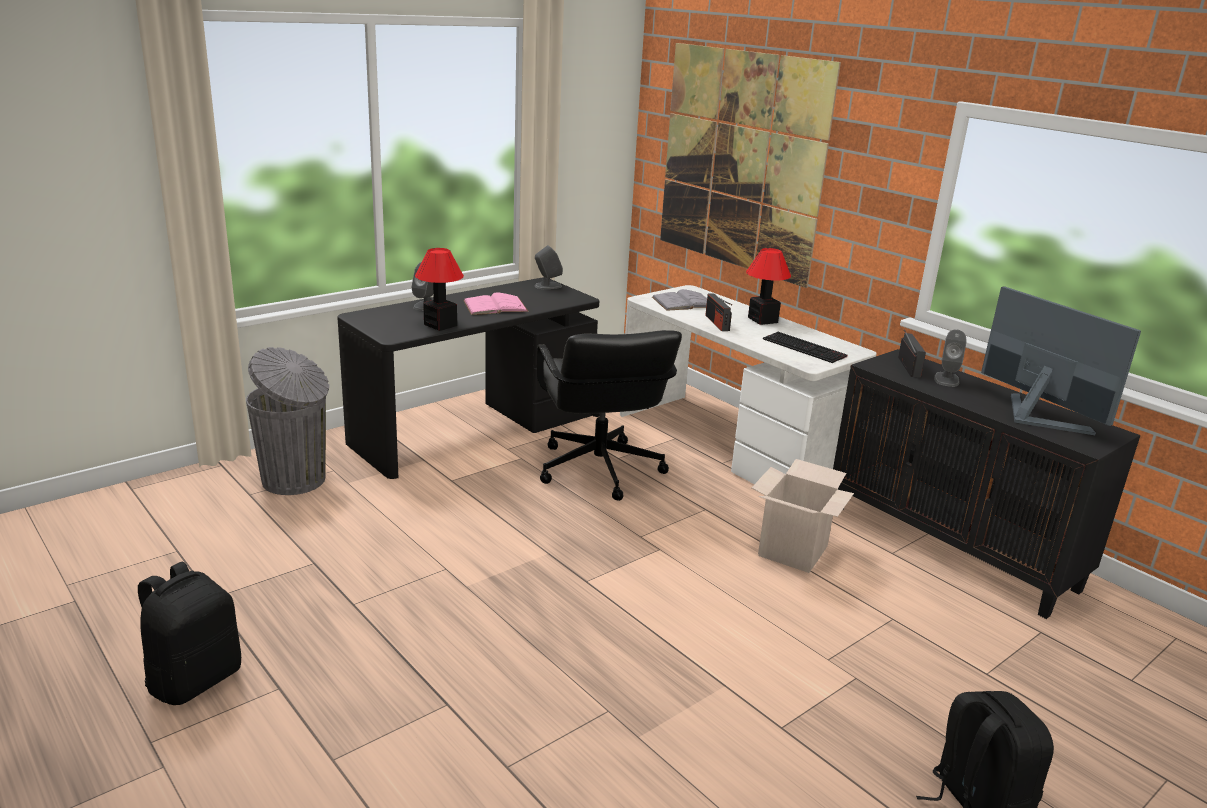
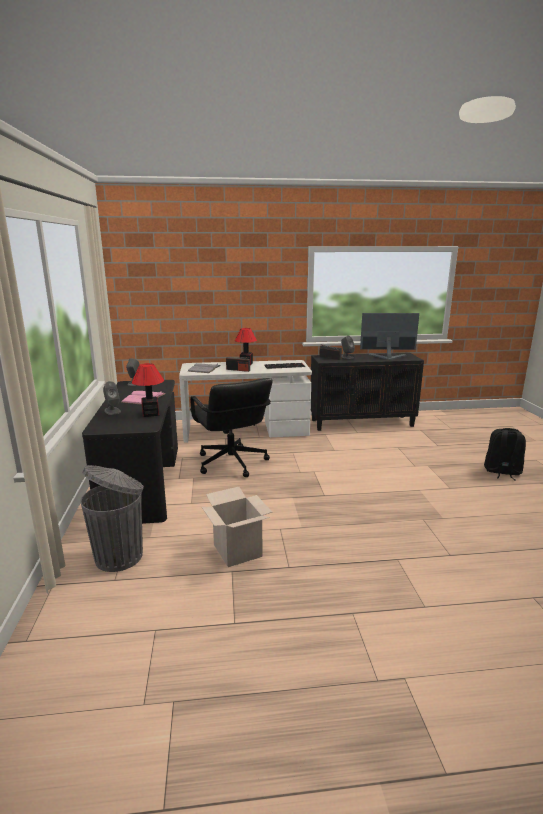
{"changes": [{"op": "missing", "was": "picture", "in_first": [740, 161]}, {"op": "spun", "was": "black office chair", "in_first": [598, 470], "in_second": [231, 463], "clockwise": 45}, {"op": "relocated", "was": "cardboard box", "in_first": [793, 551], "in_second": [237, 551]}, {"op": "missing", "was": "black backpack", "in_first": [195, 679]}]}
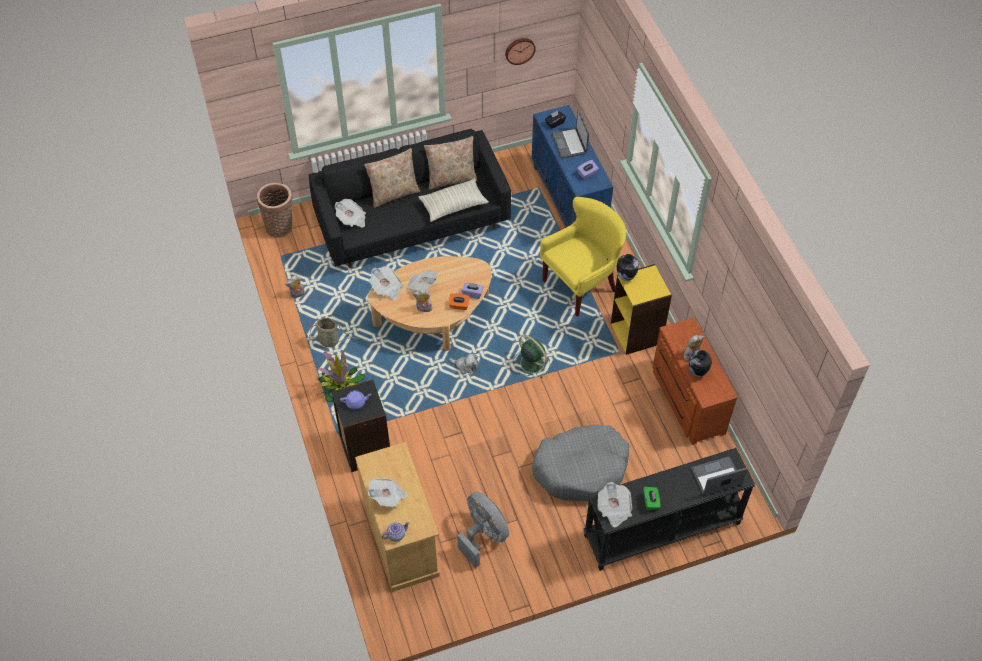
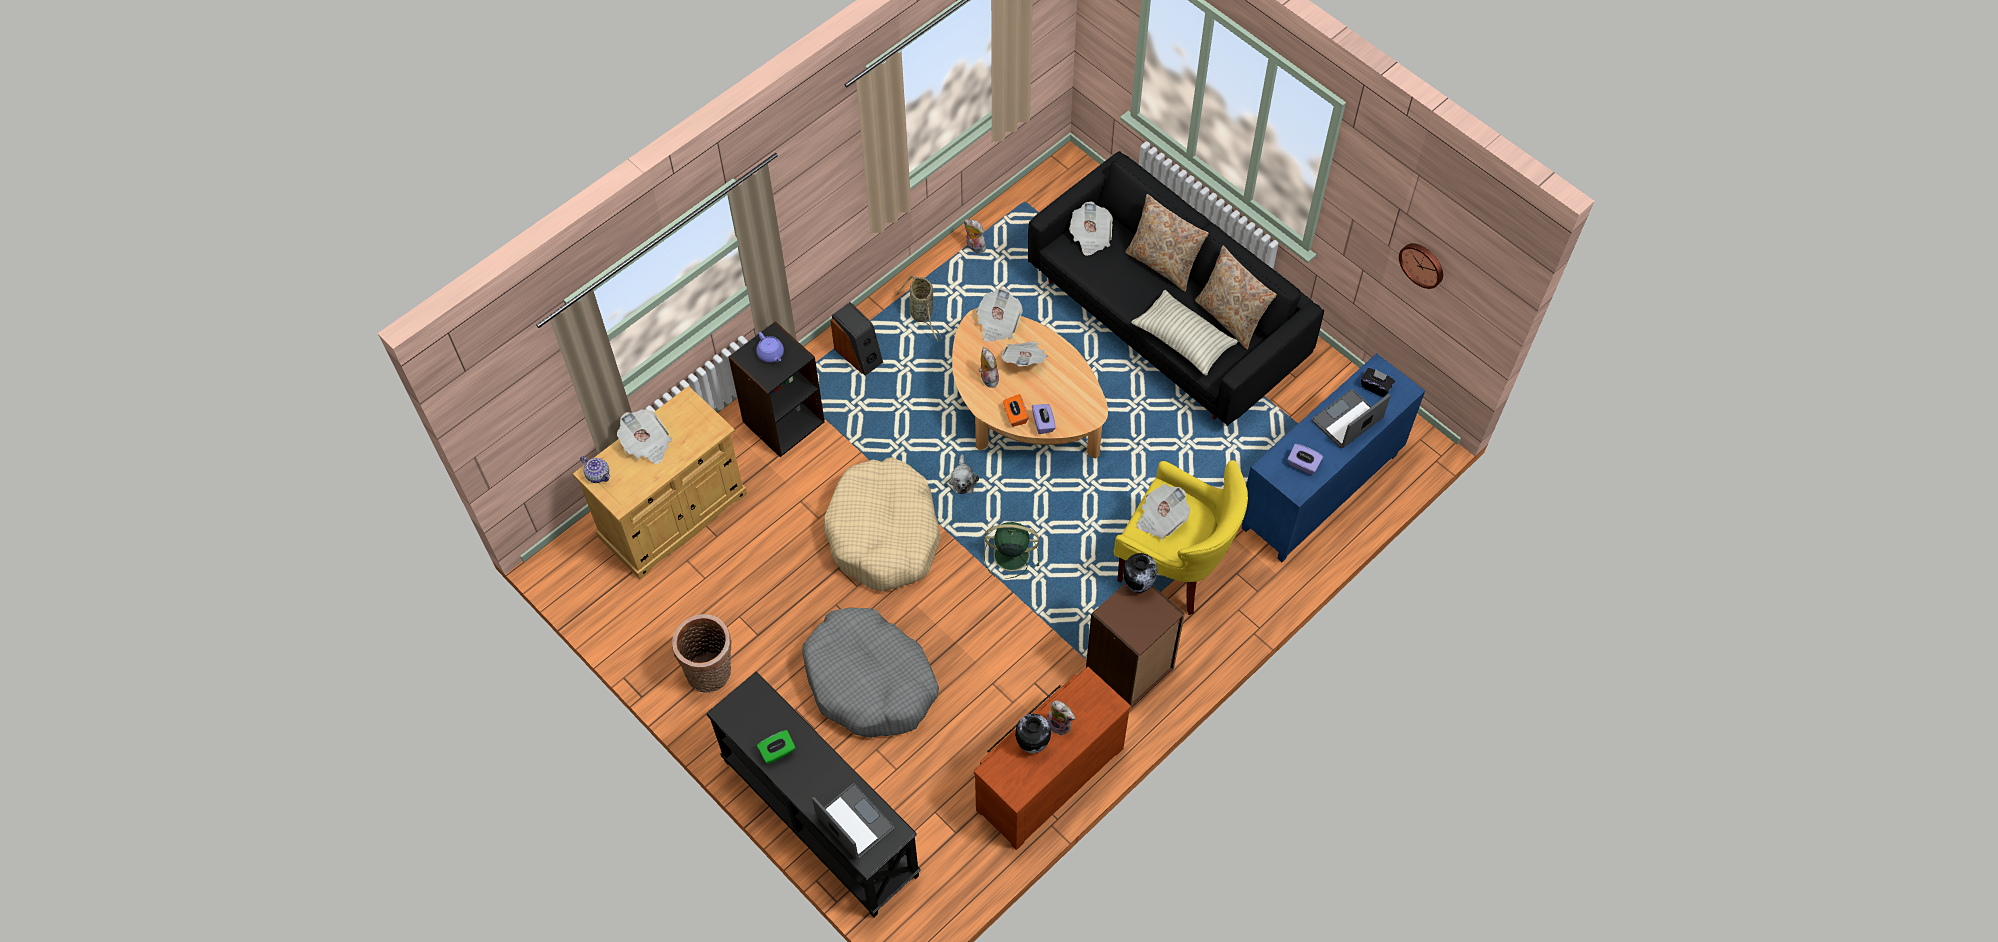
{"changes": [{"op": "relocated", "was": "basket", "in_first": [280, 226], "in_second": [711, 673]}, {"op": "colour", "was": "yellow bookcase", "now": "brown bookcase", "in_first": [637, 333], "in_second": [1130, 669]}, {"op": "spun", "was": "green fan", "in_first": [531, 362], "in_second": [1009, 555], "clockwise": -105}, {"op": "exchanged", "was": "potted plant", "now": "speaker", "in_first": [339, 387], "in_second": [859, 355]}, {"op": "relocated", "was": "newspaper", "in_first": [614, 509], "in_second": [1161, 518]}, {"op": "missing", "was": "grey fan", "in_first": [483, 535]}, {"op": "appeared", "now": "beige dog bed", "in_second": [884, 534]}]}
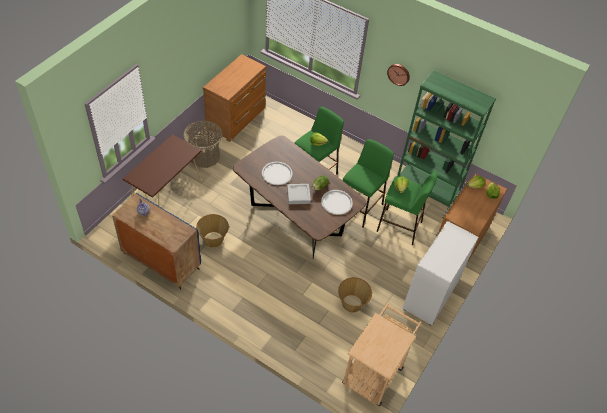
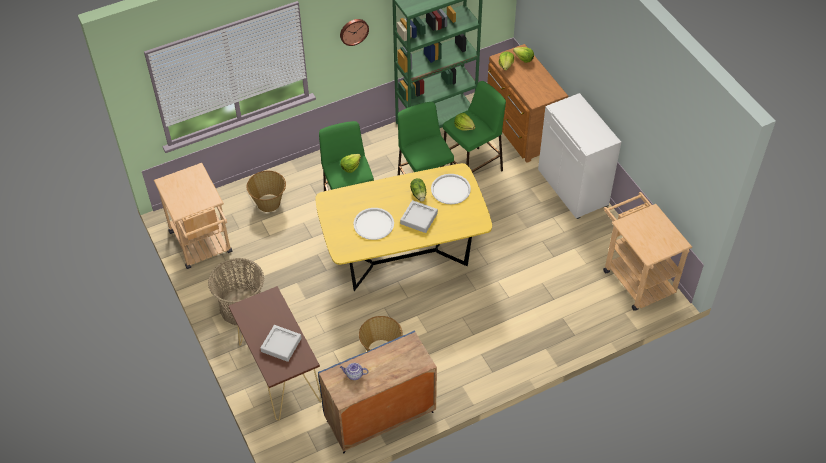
{"changes": [{"op": "exchanged", "was": "brown dresser", "now": "beige cart", "in_first": [237, 119], "in_second": [203, 246]}, {"op": "colour", "was": "brown dining table", "now": "yellow dining table", "in_first": [296, 220], "in_second": [404, 257]}, {"op": "relocated", "was": "basket", "in_first": [352, 304], "in_second": [269, 203]}, {"op": "appeared", "now": "grey tray", "in_second": [281, 345]}]}
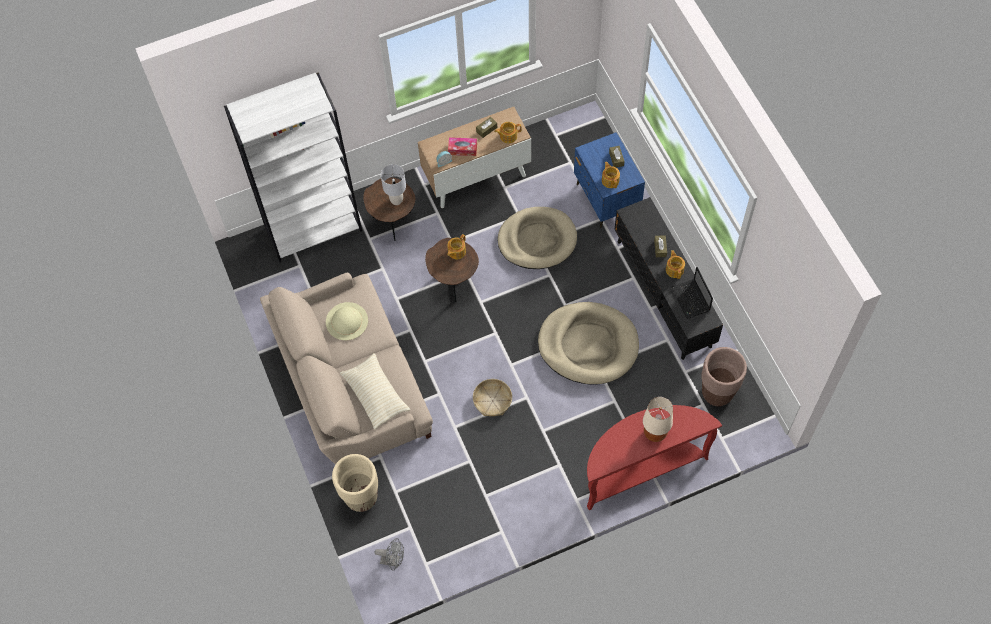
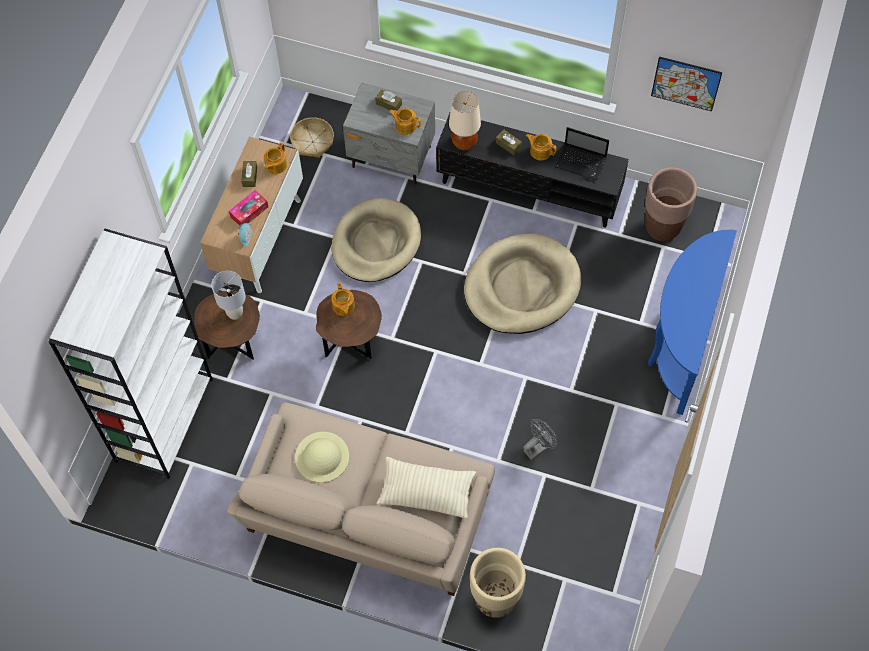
{"changes": [{"op": "colour", "was": "blue nightstand", "now": "grey nightstand", "in_first": [606, 199], "in_second": [392, 157]}, {"op": "relocated", "was": "basket", "in_first": [492, 401], "in_second": [313, 142]}, {"op": "relocated", "was": "beige table lamp", "in_first": [655, 433], "in_second": [464, 143]}, {"op": "colour", "was": "red console table", "now": "blue console table", "in_first": [640, 469], "in_second": [679, 342]}, {"op": "relocated", "was": "grey fan", "in_first": [393, 560], "in_second": [538, 447]}, {"op": "appeared", "now": "picture", "in_second": [686, 83]}]}
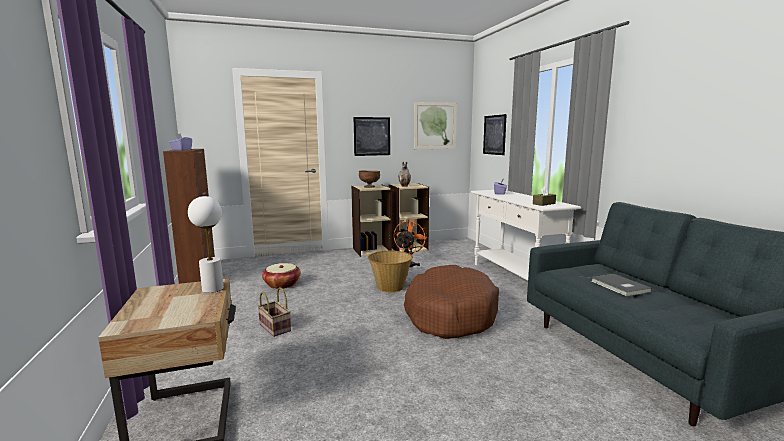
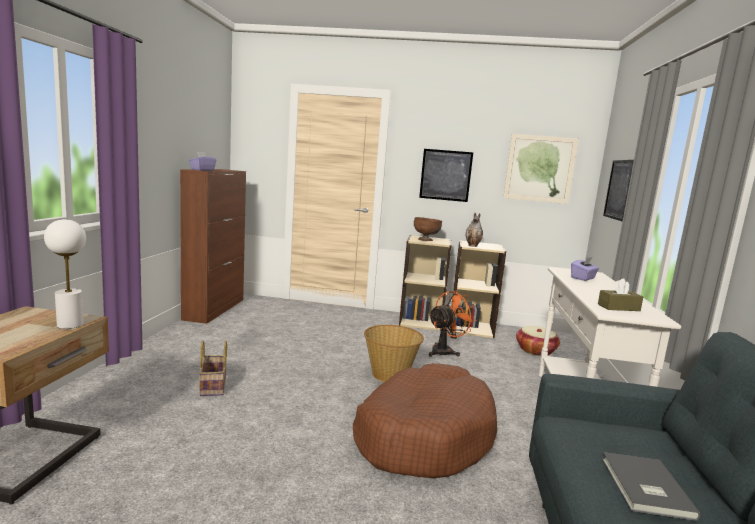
{"changes": [{"op": "relocated", "was": "basket", "in_first": [282, 284], "in_second": [535, 350]}]}
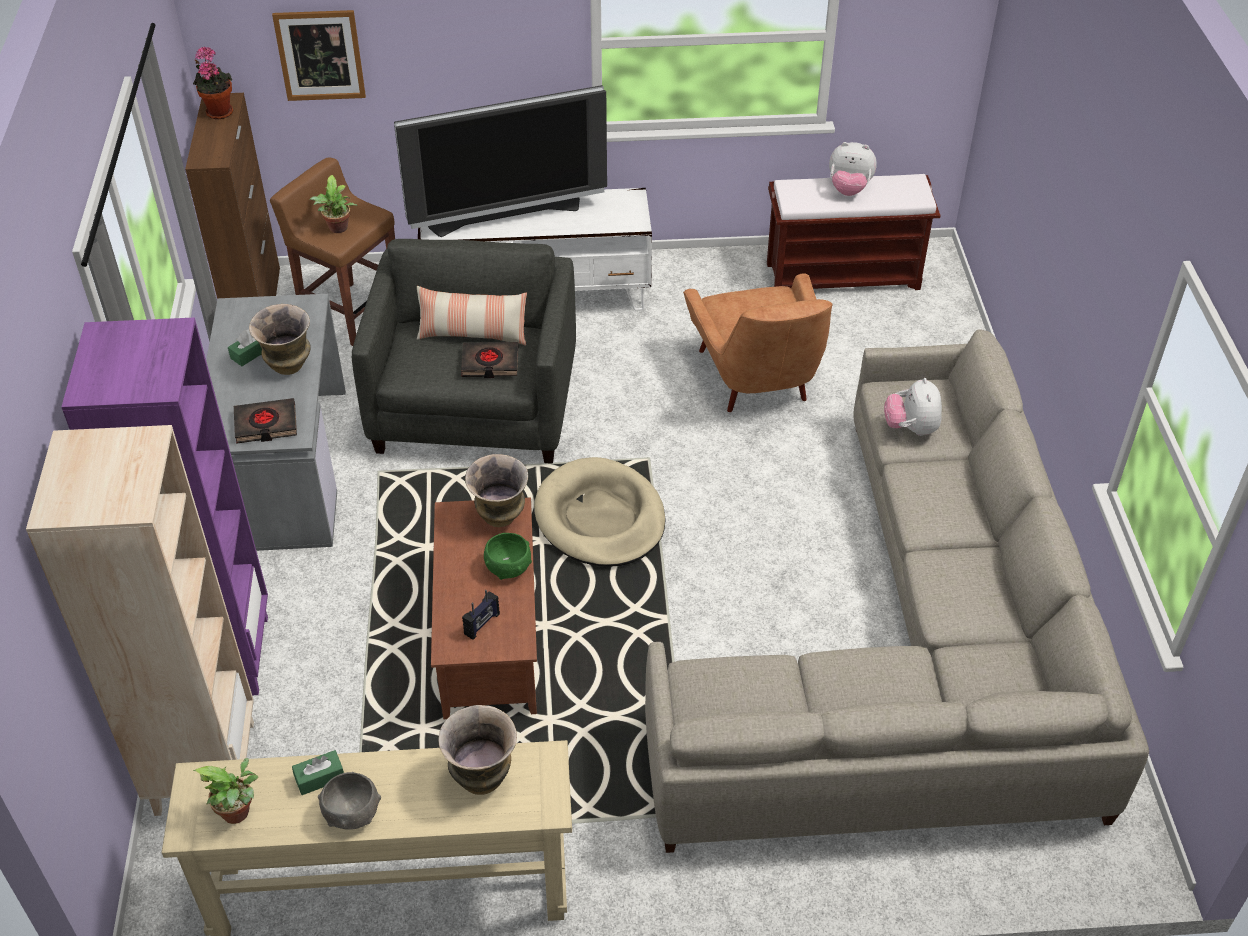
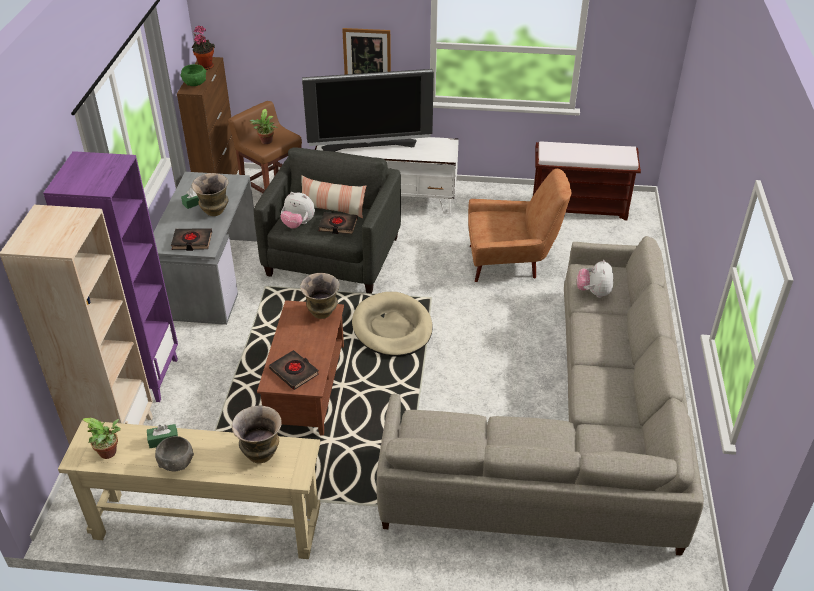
{"changes": [{"op": "relocated", "was": "picture", "in_first": [320, 55], "in_second": [367, 56]}, {"op": "relocated", "was": "plush toy", "in_first": [849, 189], "in_second": [298, 224]}, {"op": "spun", "was": "brown armchair", "in_first": [758, 383], "in_second": [510, 262], "clockwise": -90}, {"op": "relocated", "was": "green bowl", "in_first": [508, 568], "in_second": [195, 83]}, {"op": "exchanged", "was": "radio", "now": "black book", "in_first": [482, 624], "in_second": [294, 372]}]}
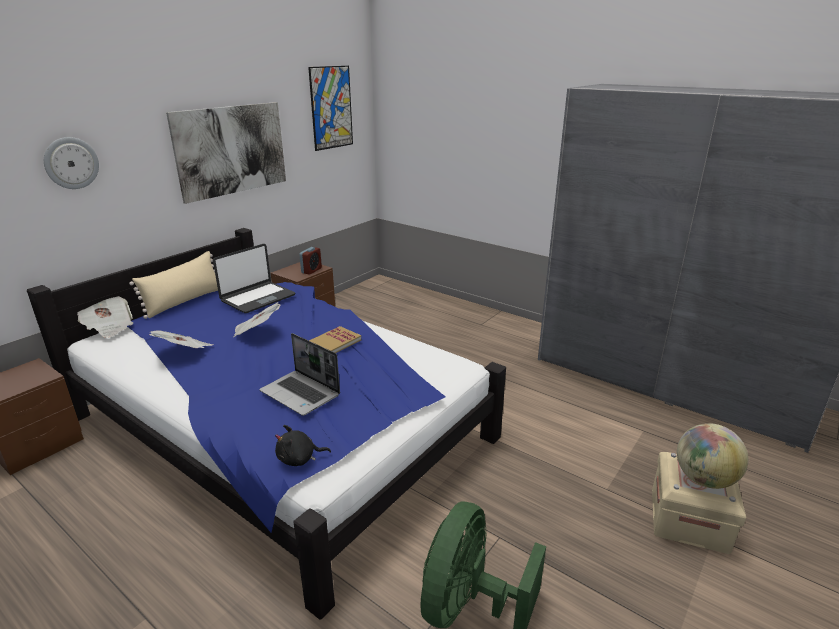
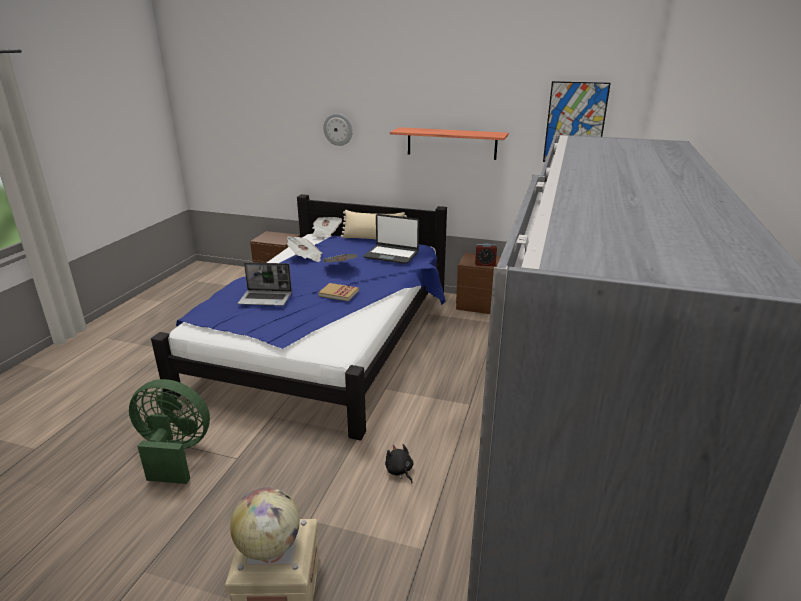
{"changes": [{"op": "exchanged", "was": "picture", "now": "shelf", "in_first": [231, 150], "in_second": [451, 143]}, {"op": "spun", "was": "laptop", "in_first": [301, 394], "in_second": [266, 299], "clockwise": -105}, {"op": "relocated", "was": "black plush toy", "in_first": [299, 459], "in_second": [399, 471]}]}
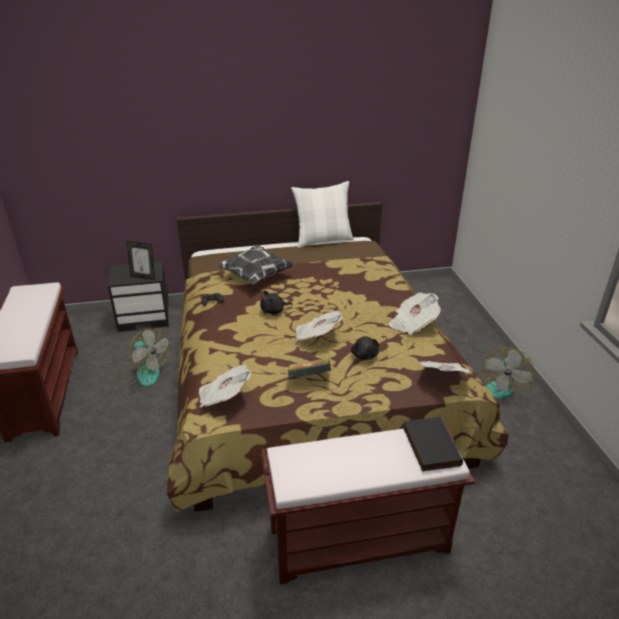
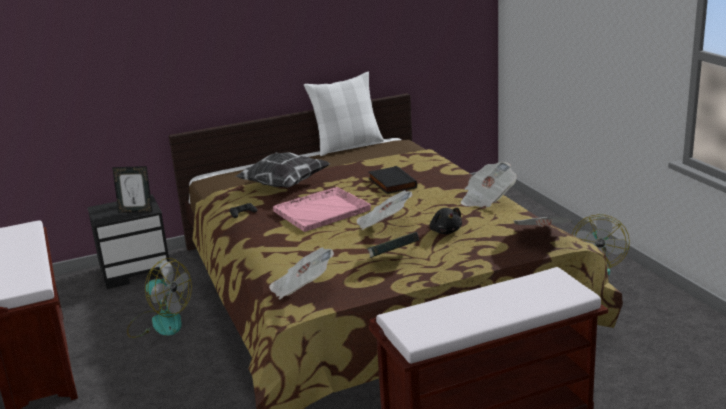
{"changes": [{"op": "exchanged", "was": "black plush toy", "now": "pink tray", "in_first": [274, 311], "in_second": [322, 210]}, {"op": "relocated", "was": "black book", "in_first": [429, 446], "in_second": [391, 183]}]}
